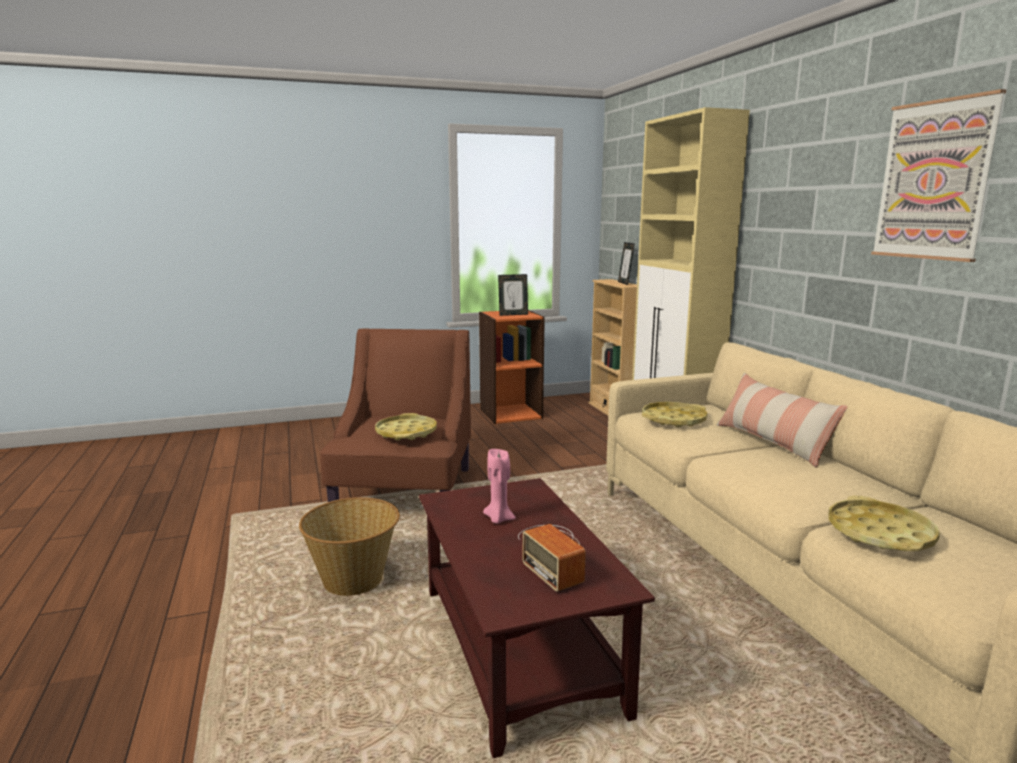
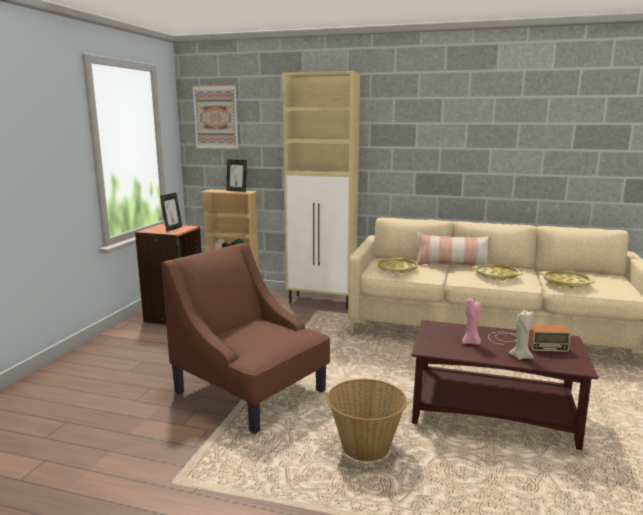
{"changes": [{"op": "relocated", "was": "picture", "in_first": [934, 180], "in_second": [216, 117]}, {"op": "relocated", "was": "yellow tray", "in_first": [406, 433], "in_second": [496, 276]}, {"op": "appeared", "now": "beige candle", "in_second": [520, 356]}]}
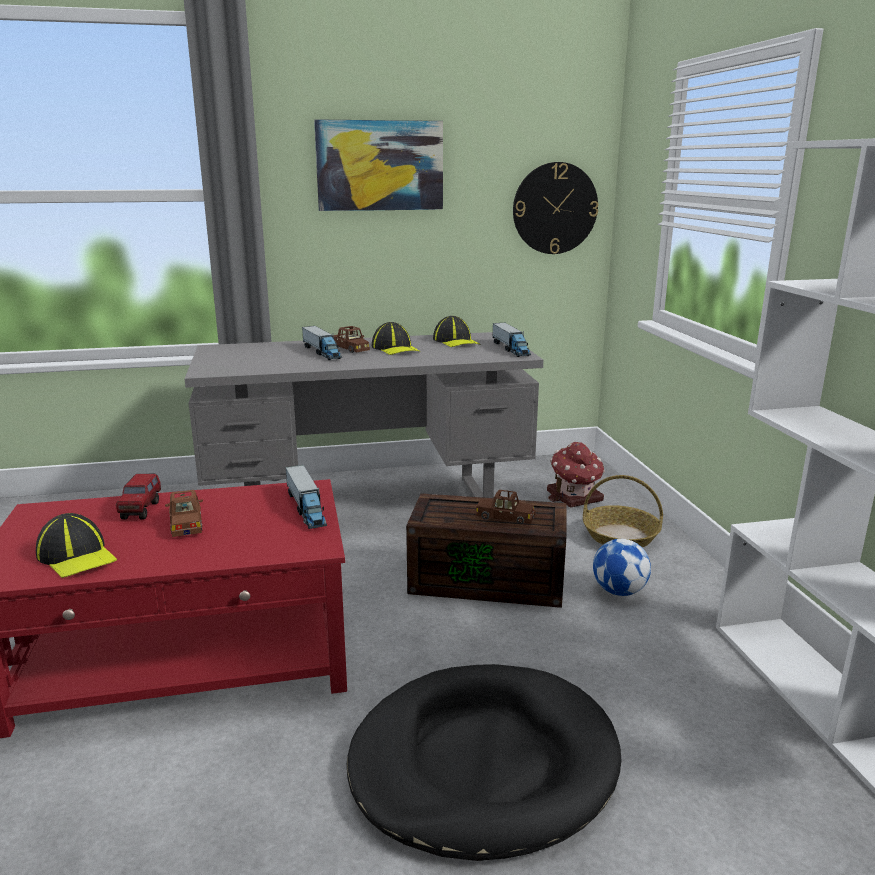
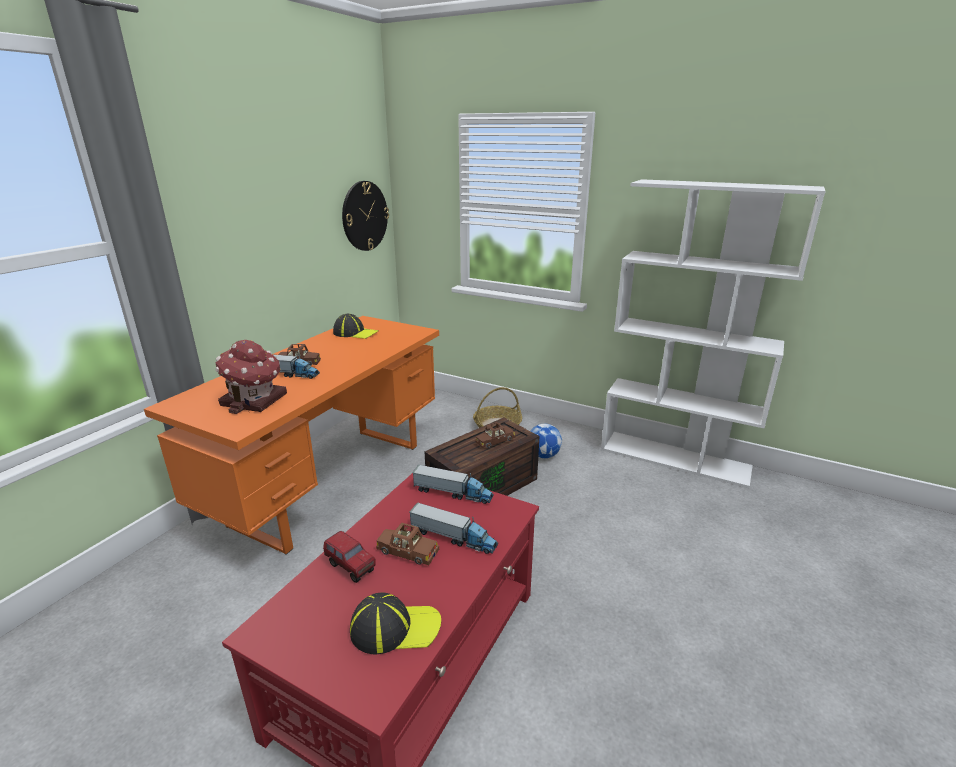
{"changes": [{"op": "missing", "was": "picture", "in_first": [380, 166]}, {"op": "missing", "was": "cap", "in_first": [395, 349]}, {"op": "relocated", "was": "toy truck", "in_first": [511, 349], "in_second": [453, 538]}, {"op": "colour", "was": "grey desk", "now": "orange desk", "in_first": [370, 504], "in_second": [331, 481]}, {"op": "relocated", "was": "toy house", "in_first": [575, 497], "in_second": [255, 400]}, {"op": "missing", "was": "black dog bed", "in_first": [482, 763]}]}
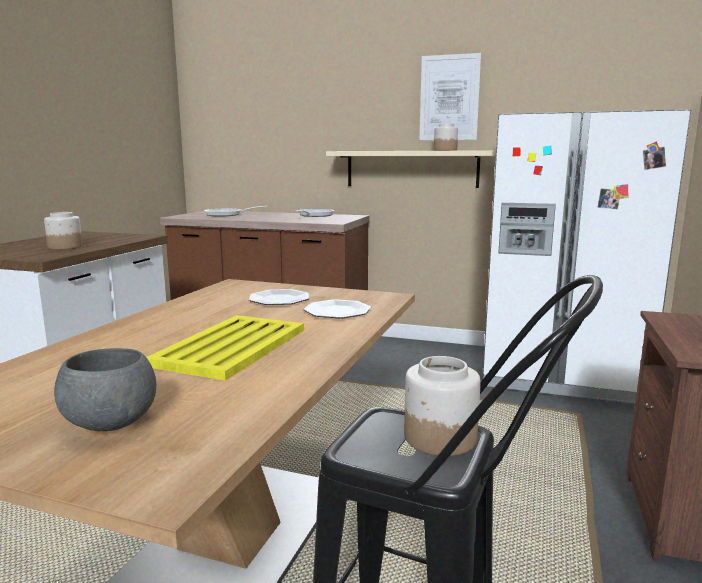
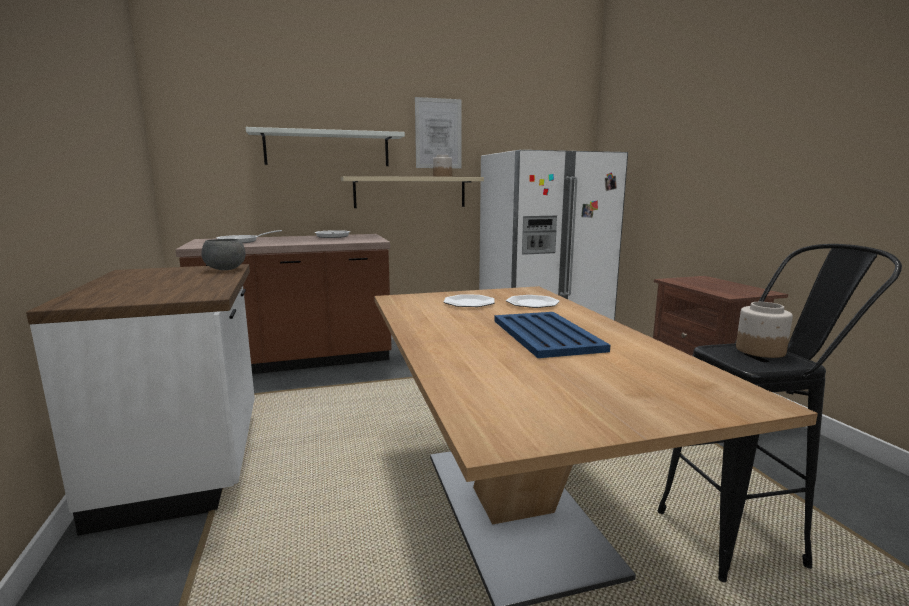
{"changes": [{"op": "missing", "was": "jar", "in_first": [65, 247]}, {"op": "colour", "was": "yellow tray", "now": "blue tray", "in_first": [233, 346], "in_second": [546, 334]}, {"op": "relocated", "was": "grey bowl", "in_first": [110, 425], "in_second": [225, 270]}, {"op": "appeared", "now": "white shelf", "in_second": [327, 149]}]}
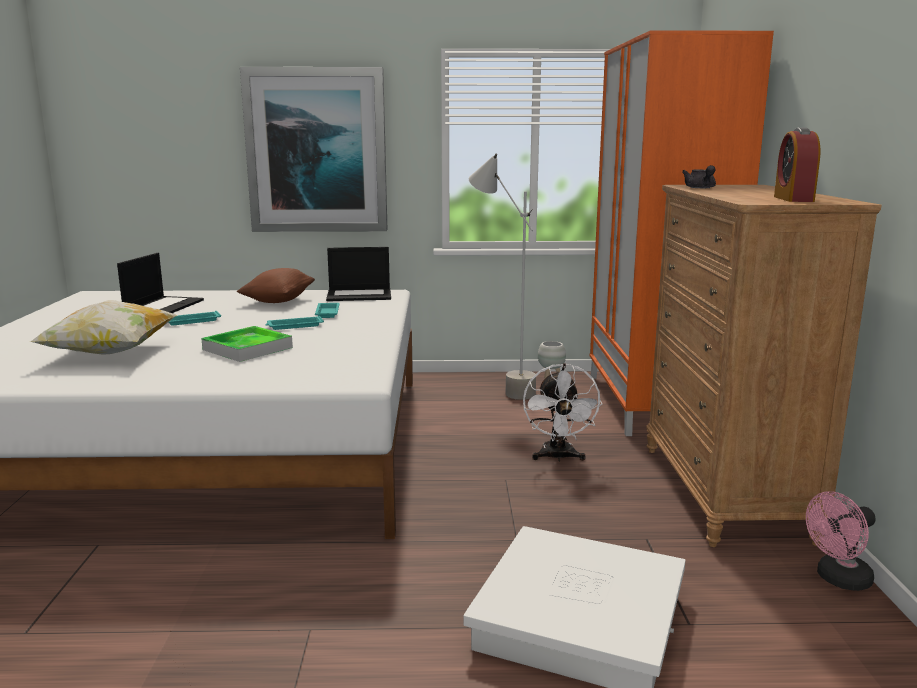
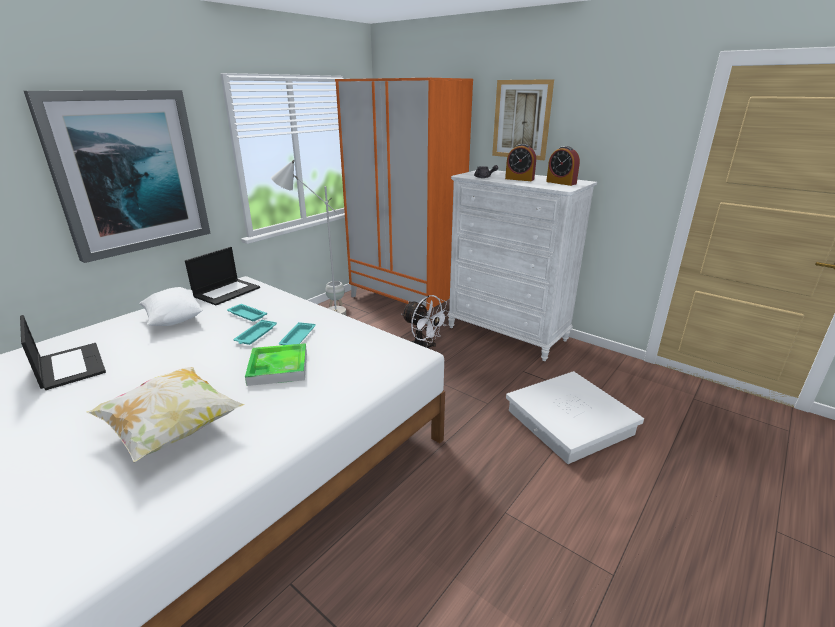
{"changes": [{"op": "colour", "was": "brown dresser", "now": "white dresser", "in_first": [725, 492], "in_second": [507, 333]}, {"op": "colour", "was": "brown pillow", "now": "white pillow", "in_first": [278, 301], "in_second": [174, 319]}, {"op": "relocated", "was": "turquoise tray", "in_first": [191, 321], "in_second": [297, 338]}, {"op": "missing", "was": "pink fan", "in_first": [838, 580]}, {"op": "appeared", "now": "picture", "in_second": [521, 120]}, {"op": "appeared", "now": "alarm clock", "in_second": [519, 179]}]}
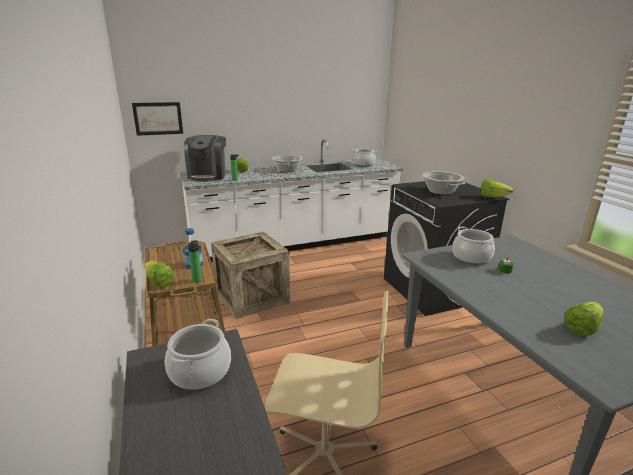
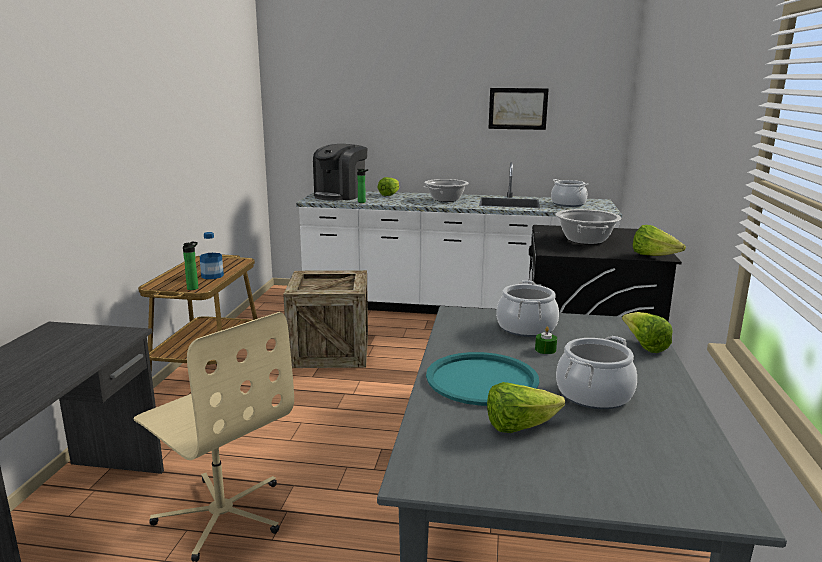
{"changes": [{"op": "relocated", "was": "picture", "in_first": [158, 118], "in_second": [518, 108]}, {"op": "relocated", "was": "lettuce", "in_first": [159, 283], "in_second": [644, 346]}, {"op": "relocated", "was": "cooking pot", "in_first": [200, 372], "in_second": [594, 394]}, {"op": "appeared", "now": "turquoise tray", "in_second": [481, 380]}]}
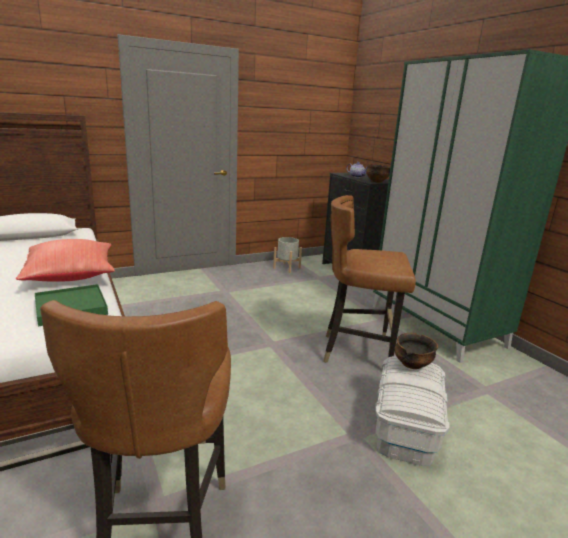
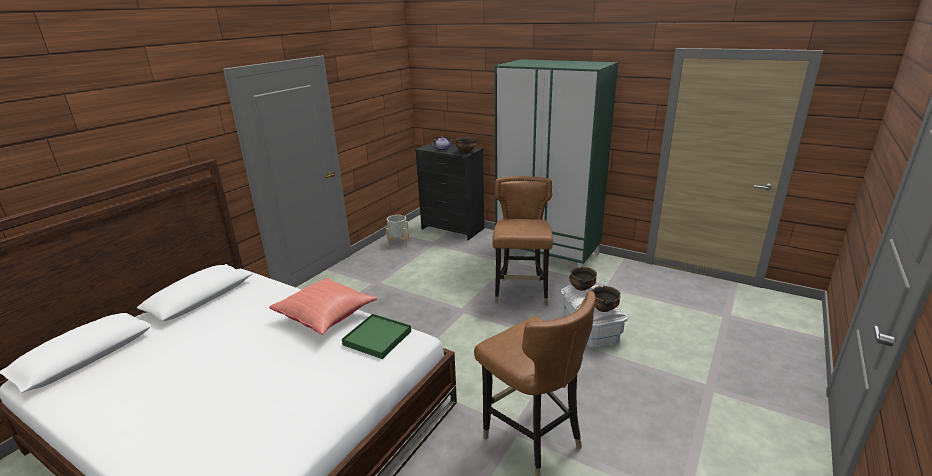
{"changes": [{"op": "spun", "was": "brown chair", "in_first": [358, 352], "in_second": [521, 292], "clockwise": 120}, {"op": "appeared", "now": "bowl", "in_second": [603, 309]}]}
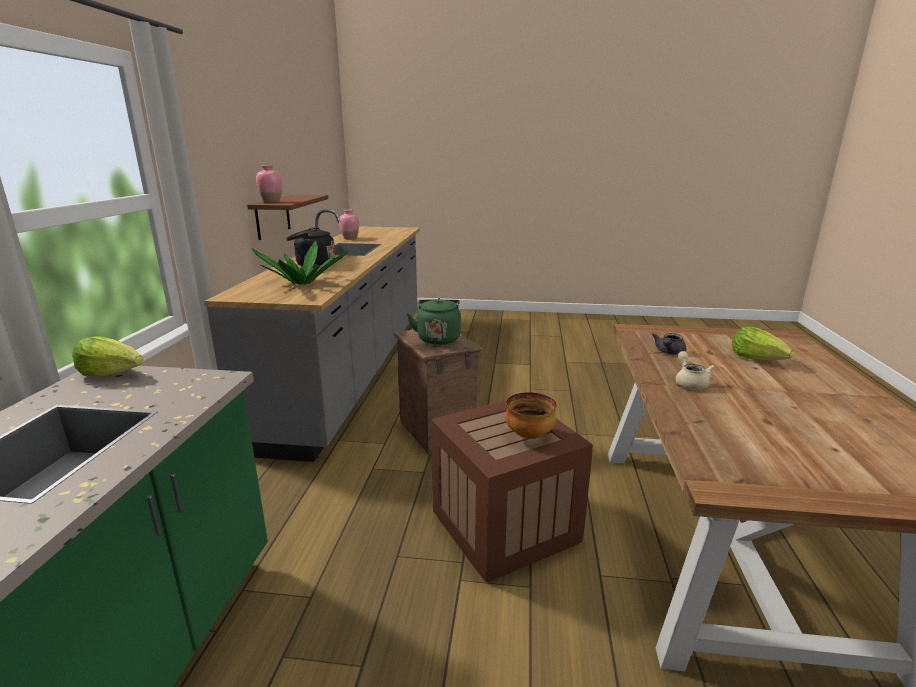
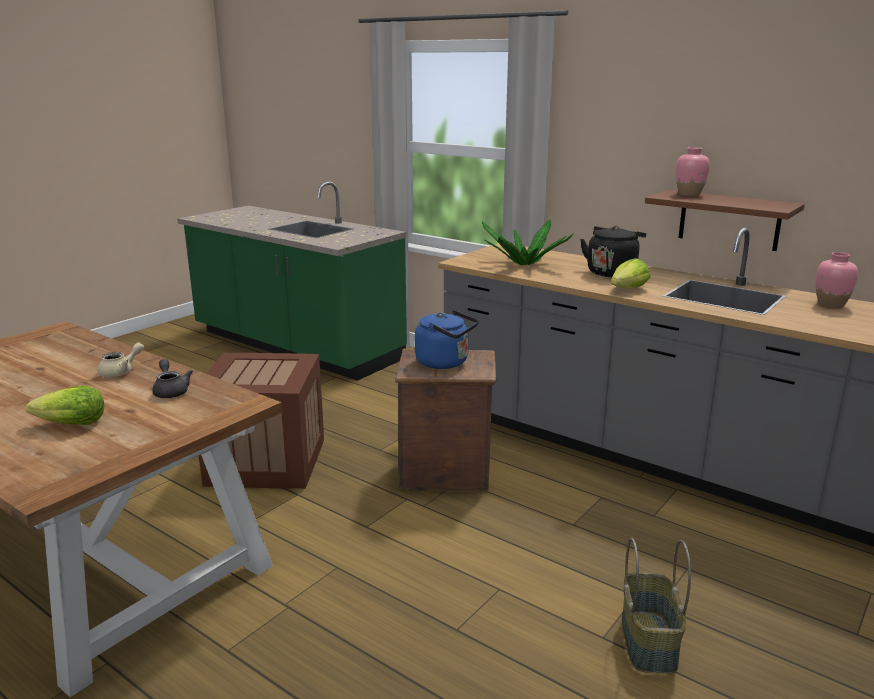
{"changes": [{"op": "colour", "was": "green kettle", "now": "blue kettle", "in_first": [438, 338], "in_second": [445, 363]}, {"op": "relocated", "was": "lettuce", "in_first": [113, 374], "in_second": [628, 289]}, {"op": "spun", "was": "beige teapot", "in_first": [690, 382], "in_second": [121, 372], "clockwise": -75}, {"op": "missing", "was": "bowl", "in_first": [530, 435]}, {"op": "appeared", "now": "basket", "in_second": [650, 642]}]}
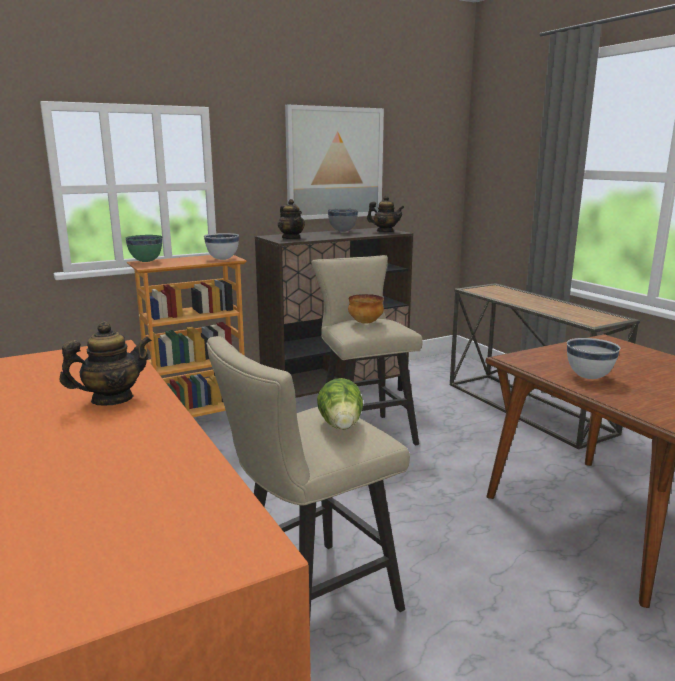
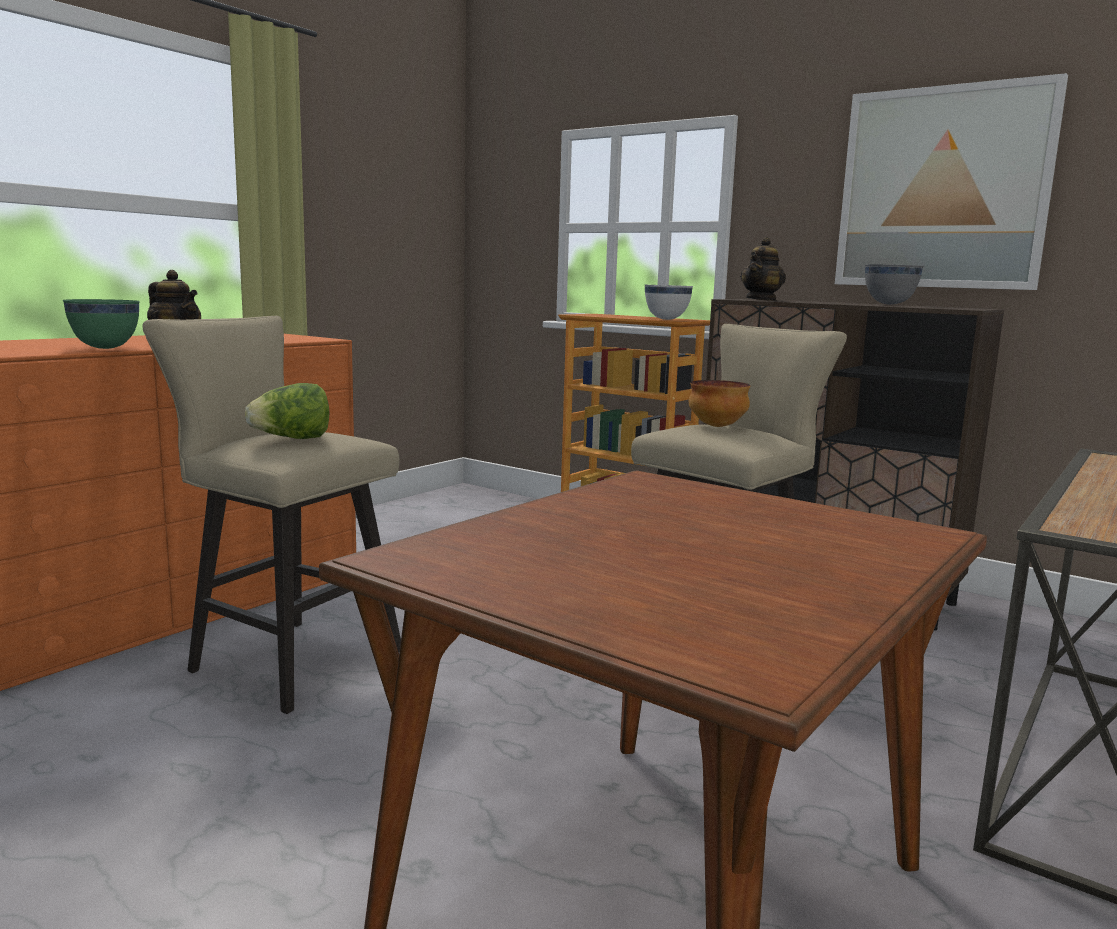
{"changes": [{"op": "missing", "was": "teapot", "in_first": [385, 232]}, {"op": "relocated", "was": "green bowl", "in_first": [146, 261], "in_second": [106, 348]}, {"op": "missing", "was": "white bowl", "in_first": [588, 377]}]}
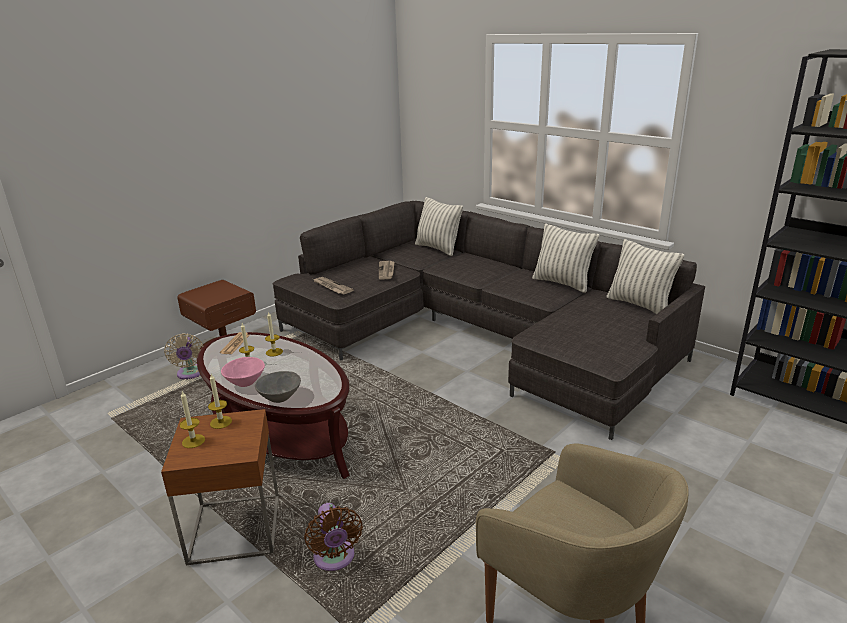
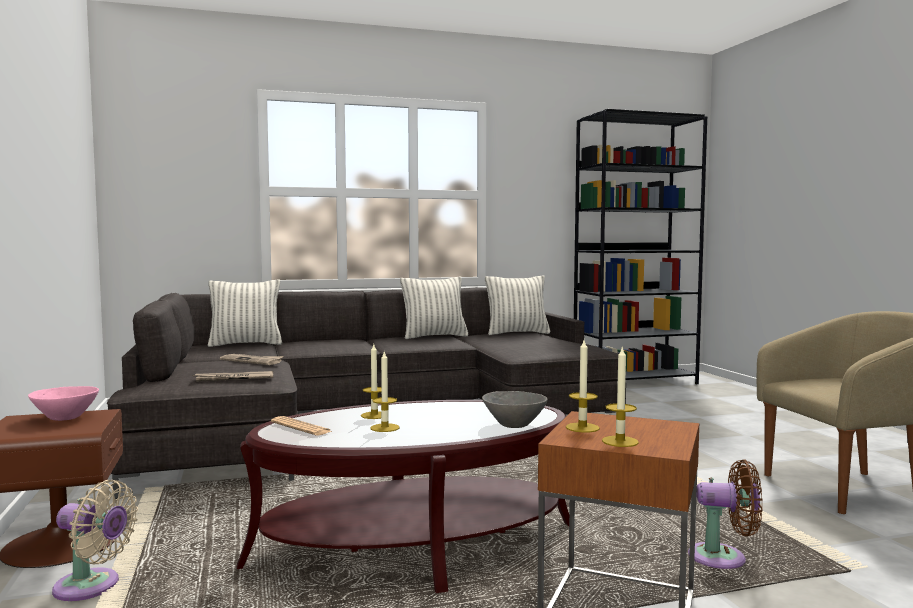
{"changes": [{"op": "relocated", "was": "pink bowl", "in_first": [246, 382], "in_second": [65, 417]}]}
